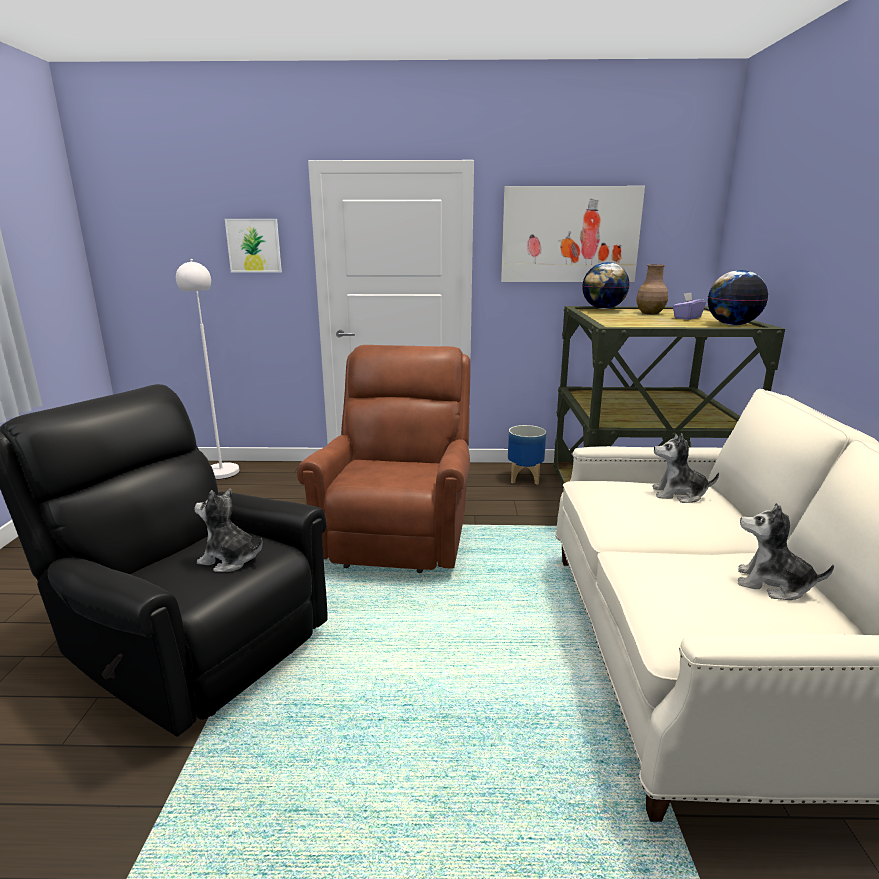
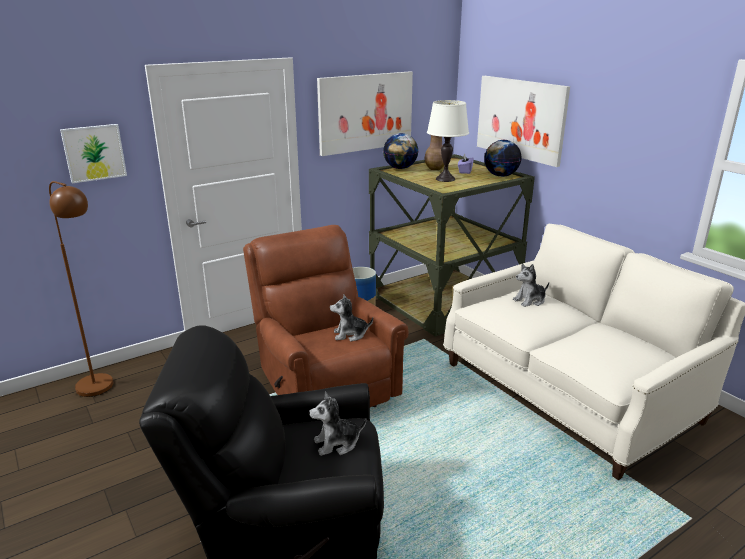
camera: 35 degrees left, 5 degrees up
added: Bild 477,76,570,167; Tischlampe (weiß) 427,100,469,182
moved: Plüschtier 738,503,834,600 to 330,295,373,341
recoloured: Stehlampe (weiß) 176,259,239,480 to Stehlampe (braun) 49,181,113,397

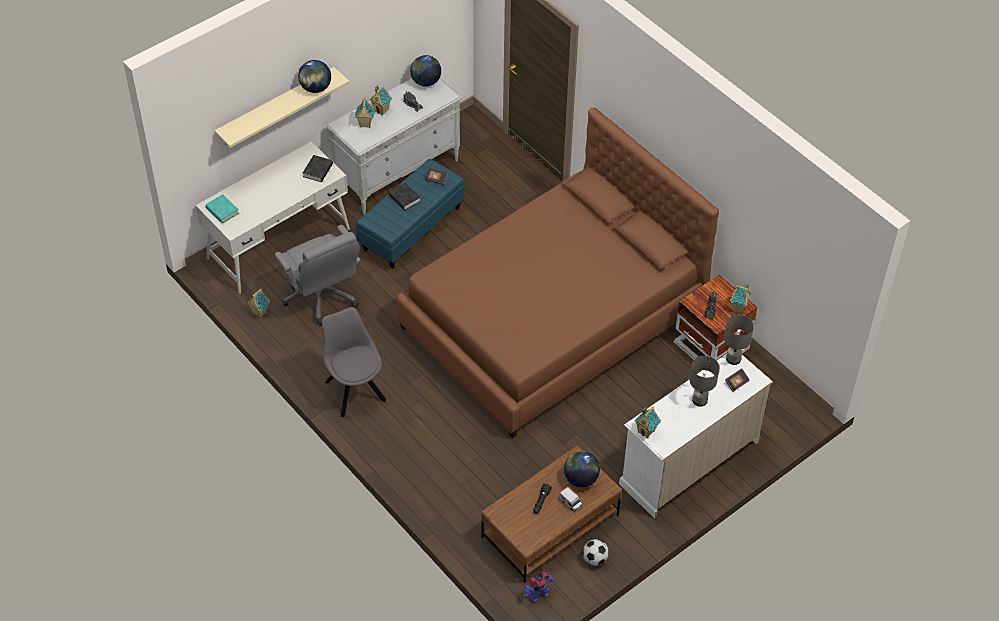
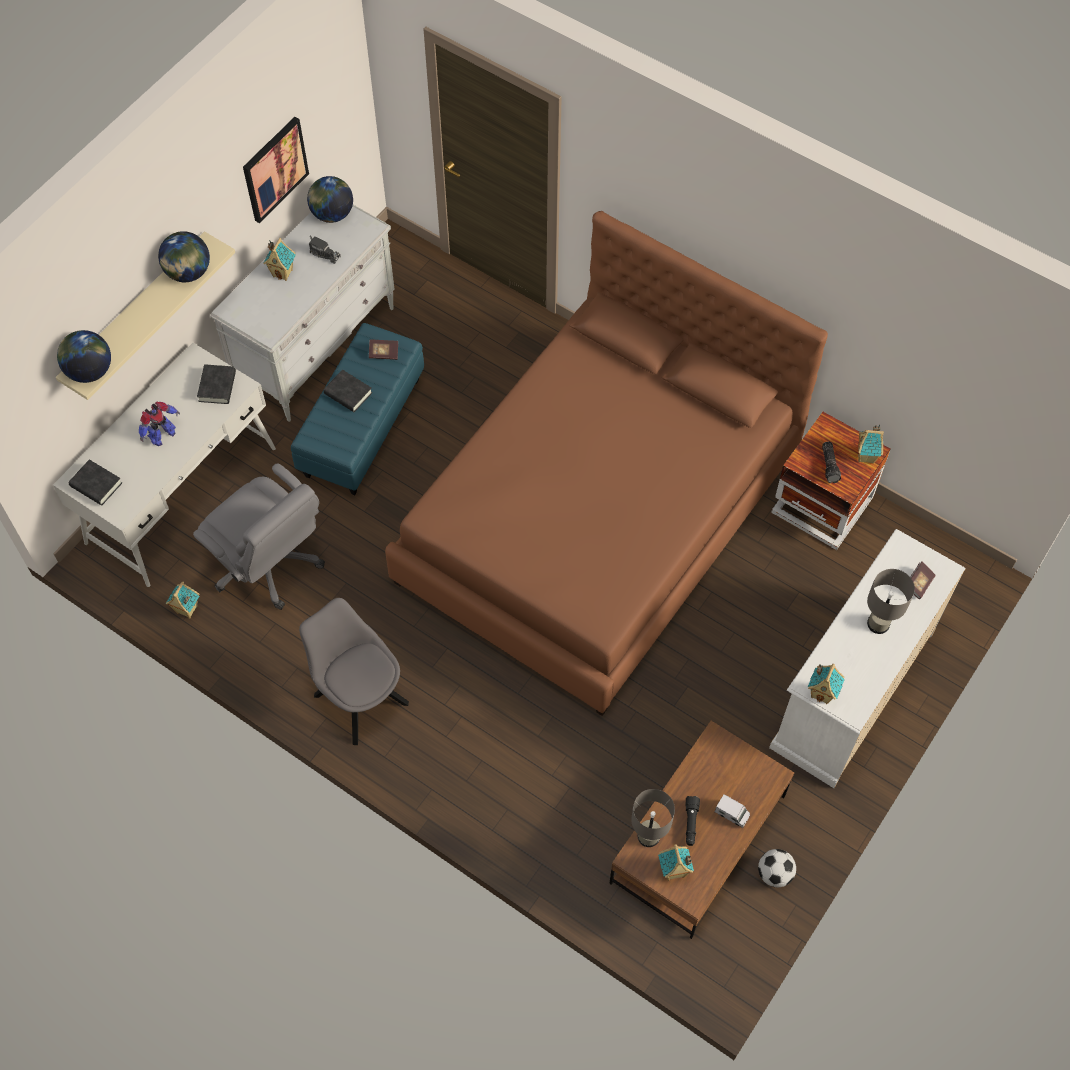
camera: 15 degrees left, 10 degrees up
added: Bild 243,117,309,223
moved: Spielzeughaus 355,98,375,128 to 658,844,694,881; Tischlampe (grau) 724,314,754,365 to 631,789,675,847; Globus 564,451,600,487 to 57,330,111,383; Spielzeugroboter 524,571,556,603 to 139,401,180,446
recoloured: Buch (türkis) 205,194,239,223 to Buch (schwarz) 69,459,122,505

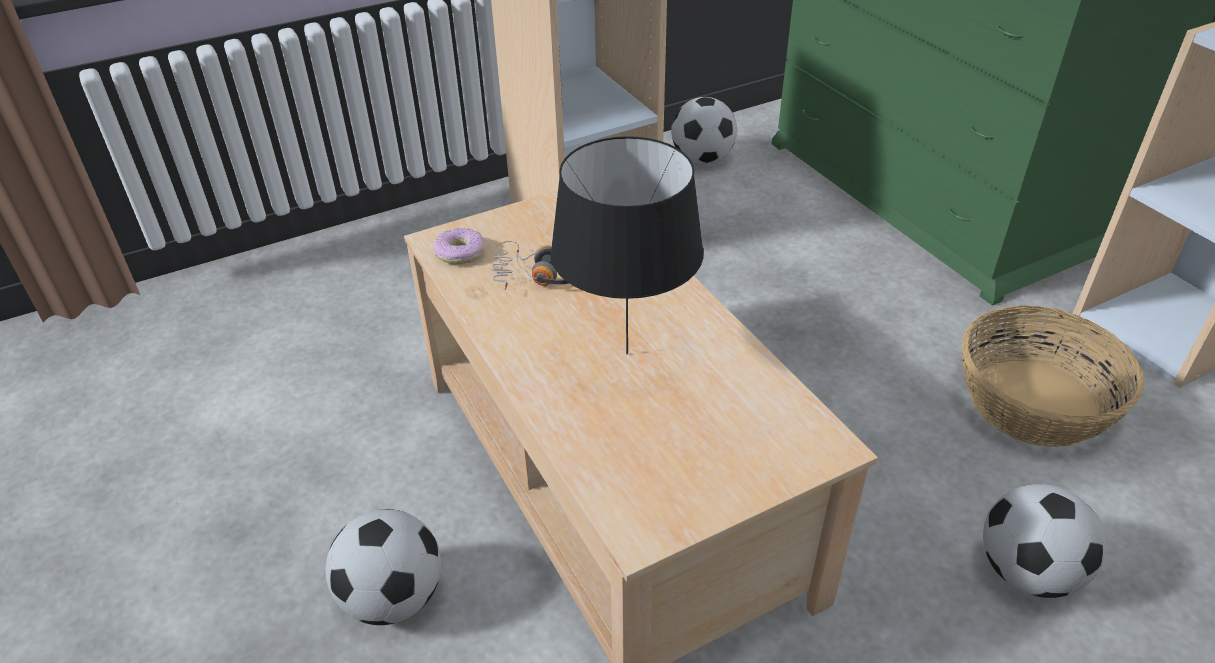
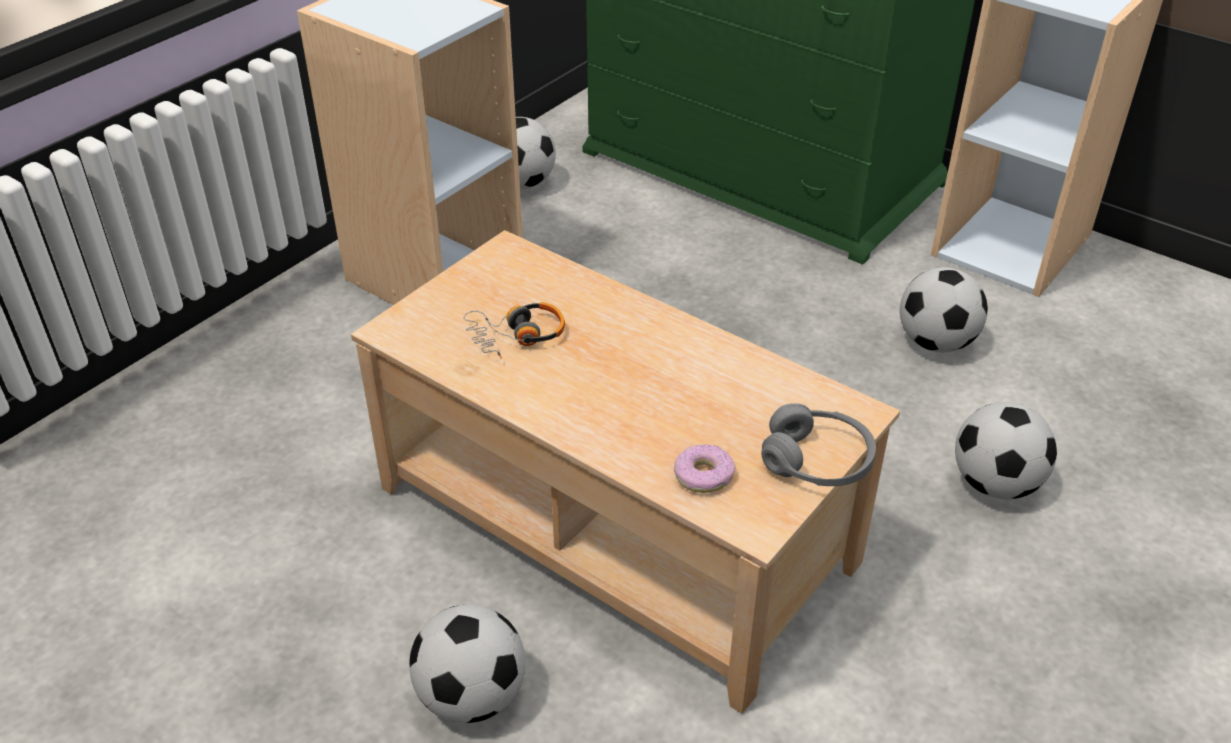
camera: 25 degrees left, 0 degrees up
removed: Tischlampe (schwarz) 550,136,704,354
added: Kopfhörer (grau) 761,404,876,486
moved: Donut 433,228,485,264 to 674,444,736,493
replaced: Korb 962,305,1144,447 to Fußball 900,267,988,352

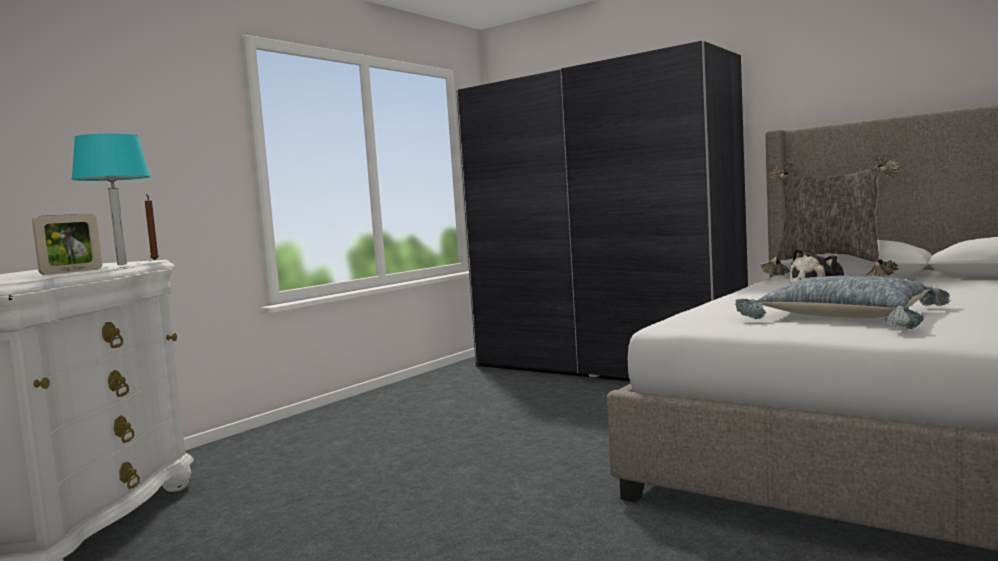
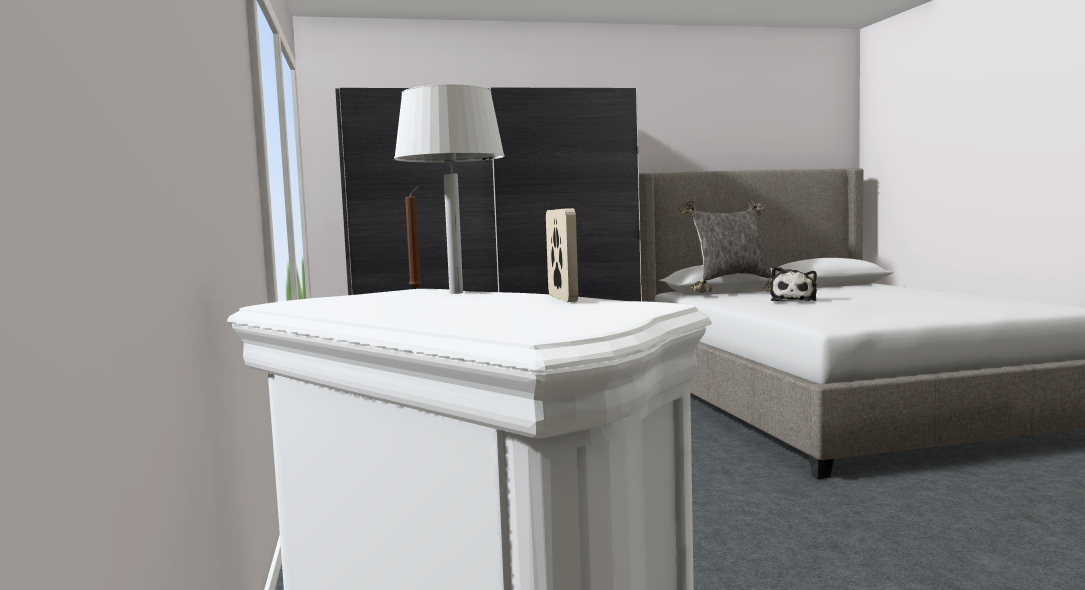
camera: 50 degrees left, 0 degrees up
removed: Kissen 735,275,950,329
recoloured: Tischlampe (türkis) 71,134,151,265 to Tischlampe (weiß) 394,85,505,294

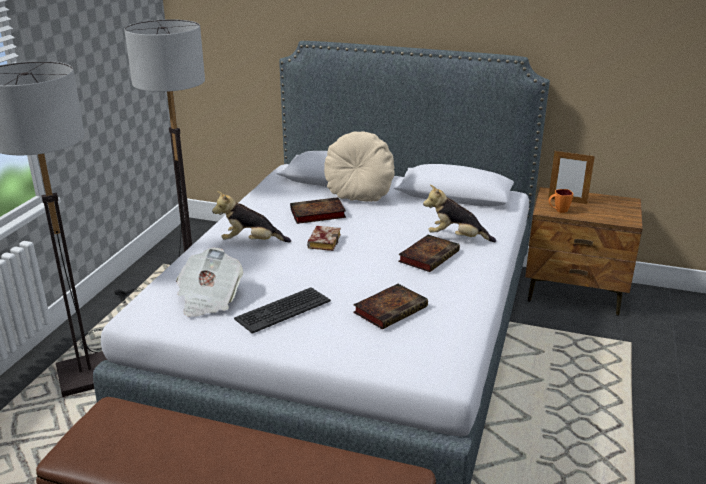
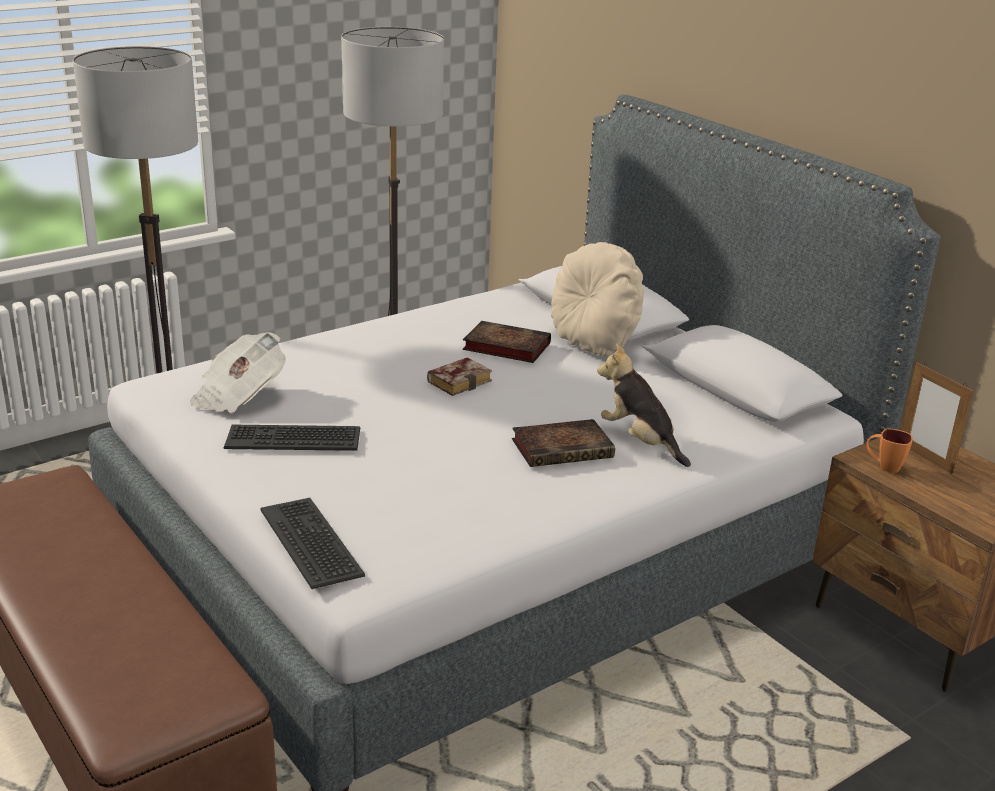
camera: 35 degrees right, 0 degrees up
removed: Plüschtier 212,191,291,242; Buch 353,284,428,330
added: Tastatur 260,498,365,589

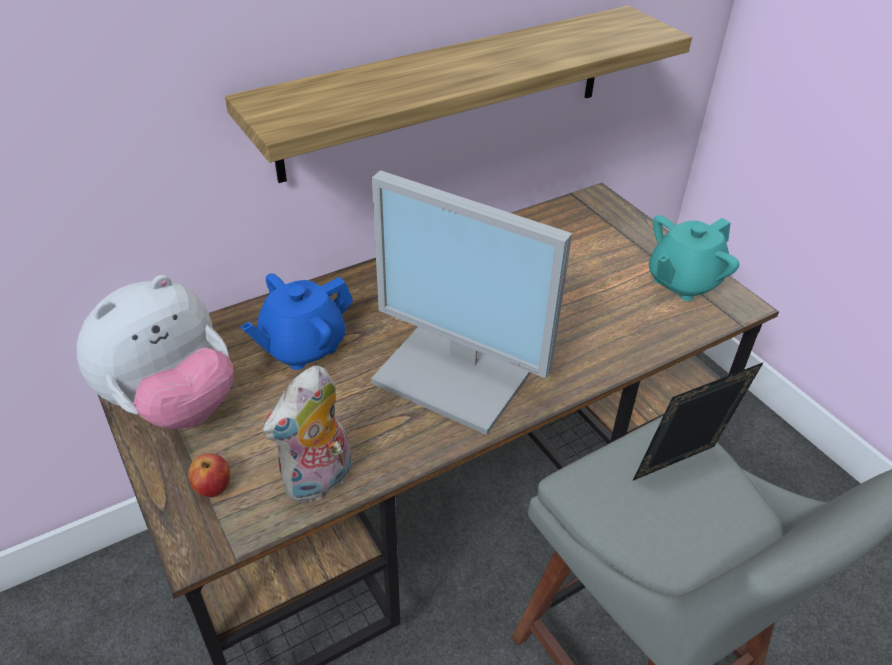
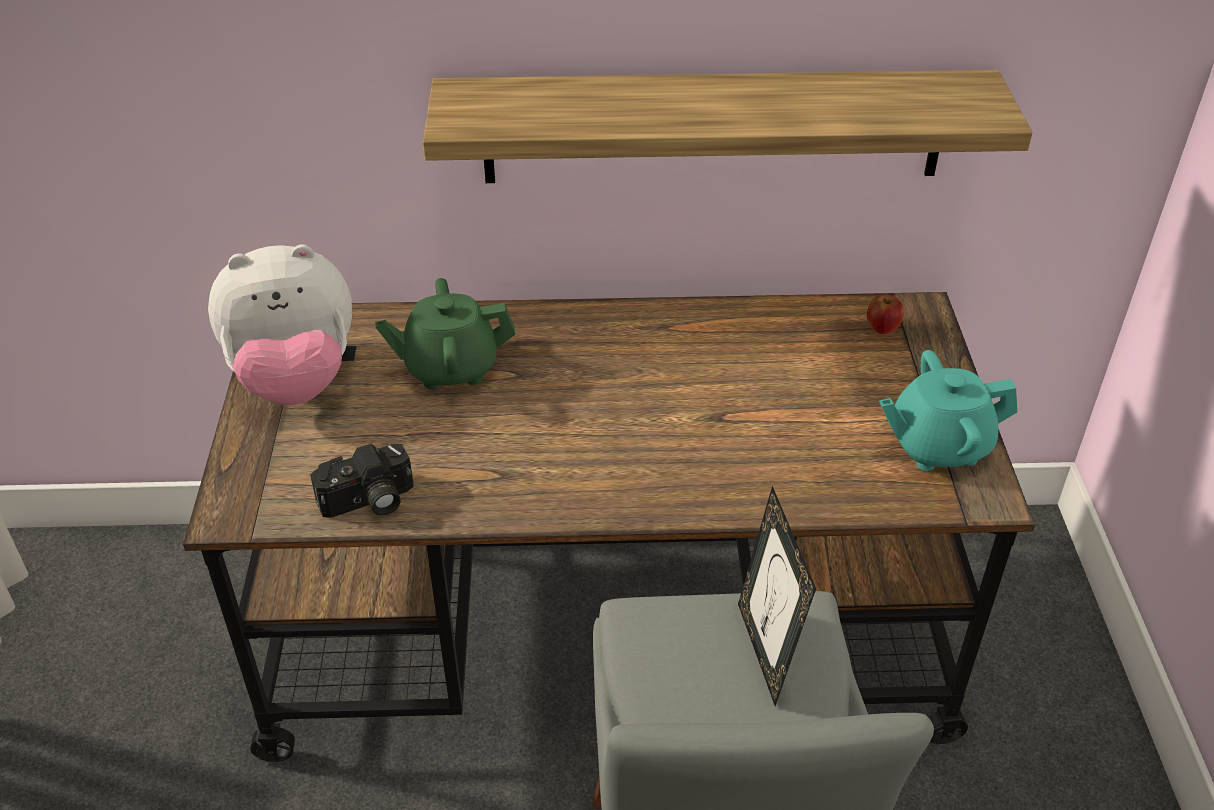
camera: 30 degrees right, 0 degrees up
removed: Monitor 371,170,572,435
moved: Apfel 188,453,230,497 to 867,294,904,334
replaced: Plüschtier 263,365,352,503 to Kamera 310,444,414,518
recoloured: Teekanne (blau) 240,273,353,370 to Teekanne (grün) 375,278,515,390
turned: Bilderrahmen 633,362,764,481 = 738,486,816,706 105 degrees counterclockwise

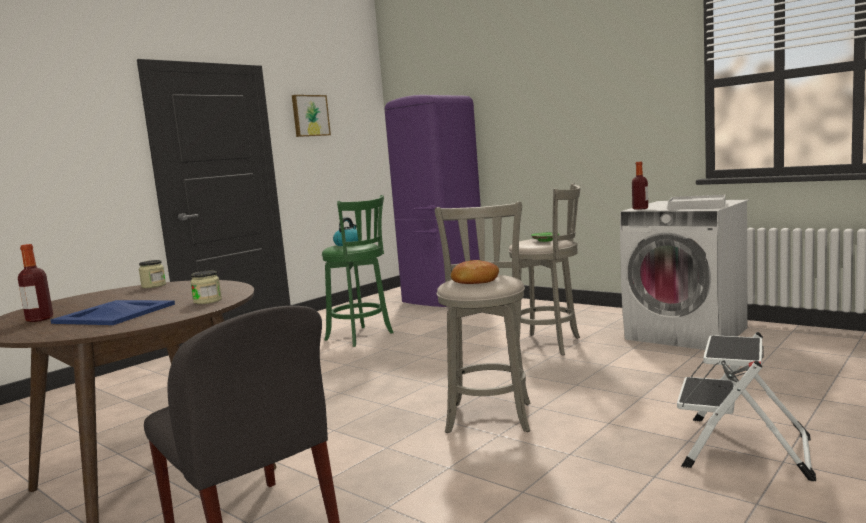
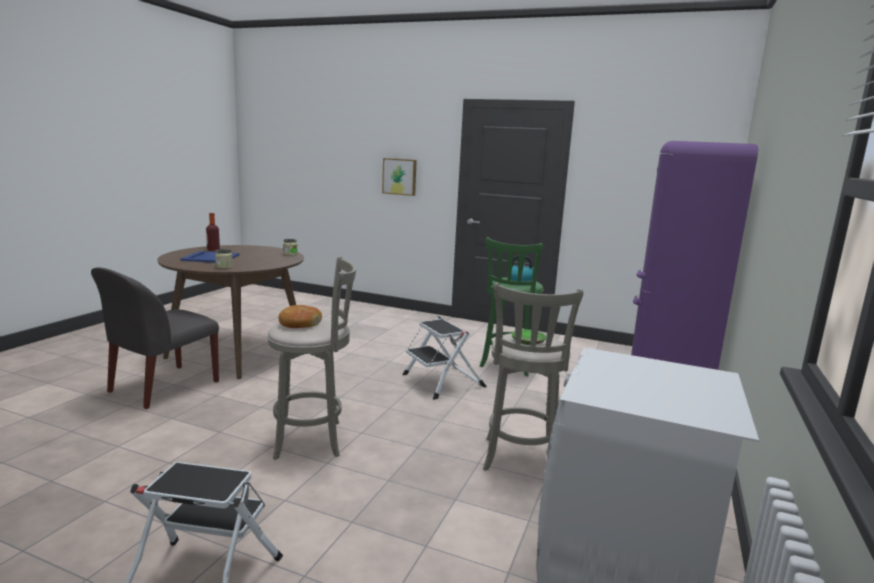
camera: 70 degrees right, 5 degrees up
removed: Flasche 632,162,648,210; Tablett (weiß) 668,195,725,210
added: Trittleiter 402,316,487,400
moved: Bild 292,95,331,137 to 382,158,417,196

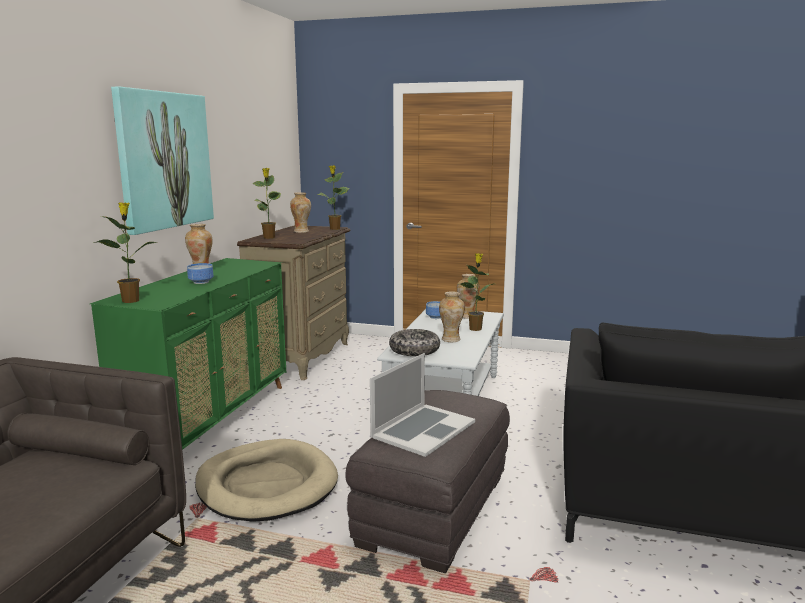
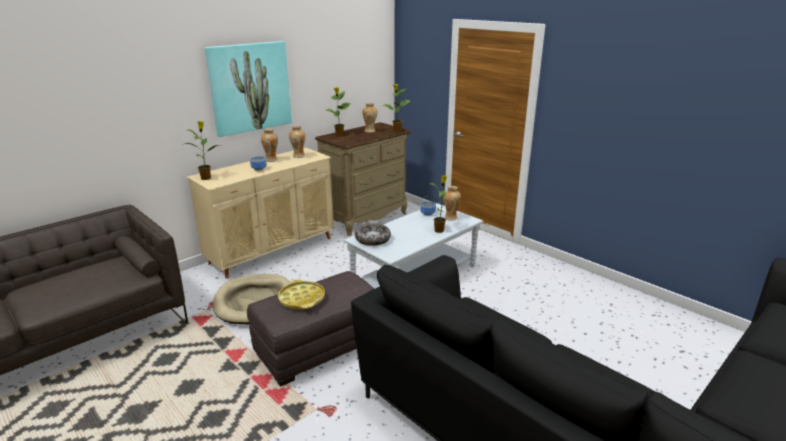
camera: 30 degrees right, 10 degrees up
moved: Vase 439,291,465,342 to 289,125,306,158
replaced: Laptop 370,353,475,457 to Tablett (gelb) 278,280,325,309
recoloured: Schrank (grün) 90,258,286,450 to Schrank (beige) 187,148,334,279

